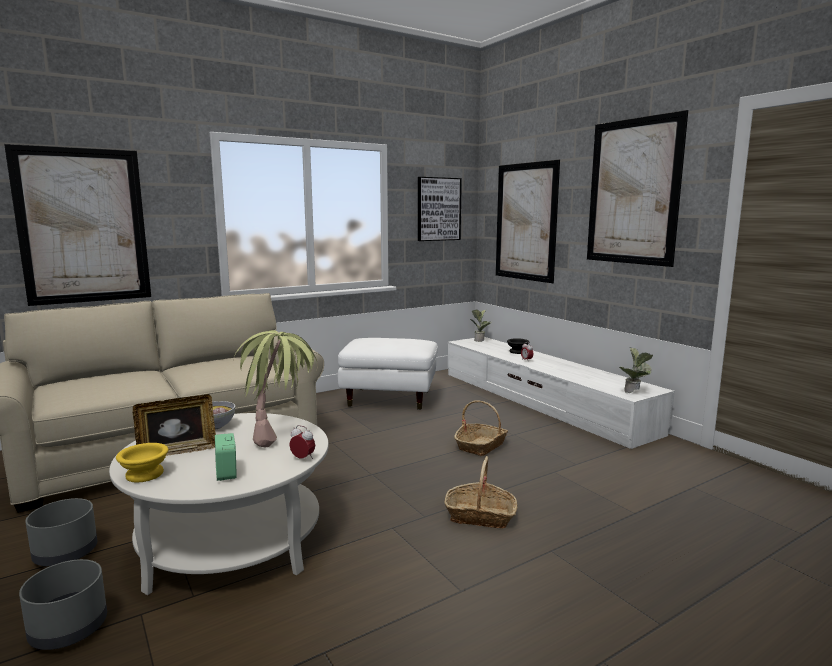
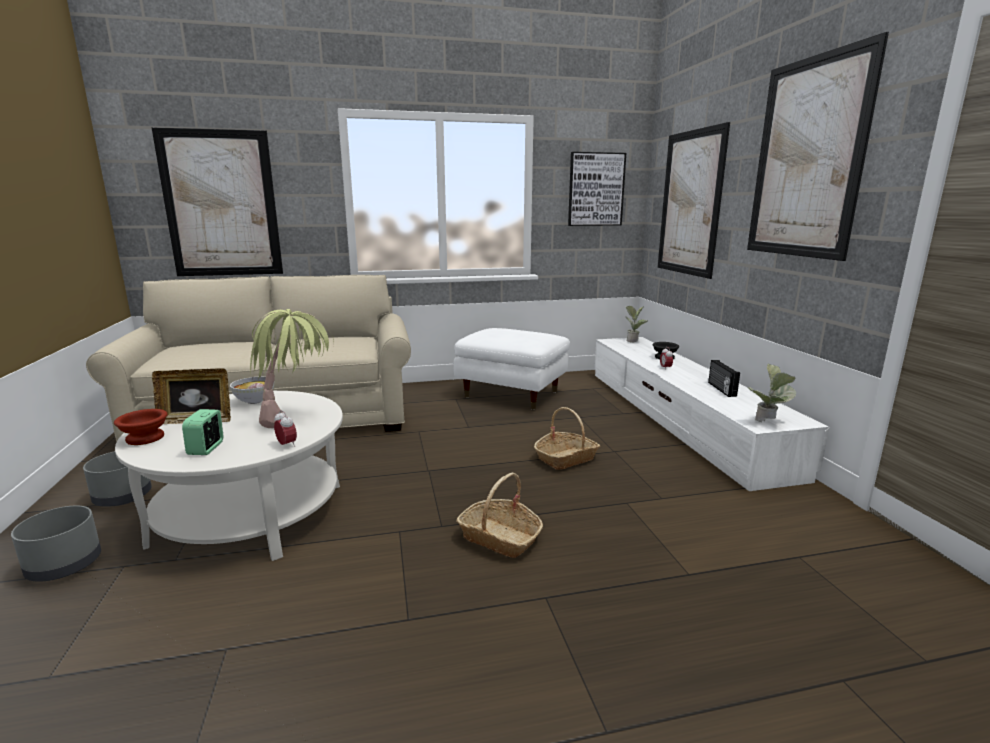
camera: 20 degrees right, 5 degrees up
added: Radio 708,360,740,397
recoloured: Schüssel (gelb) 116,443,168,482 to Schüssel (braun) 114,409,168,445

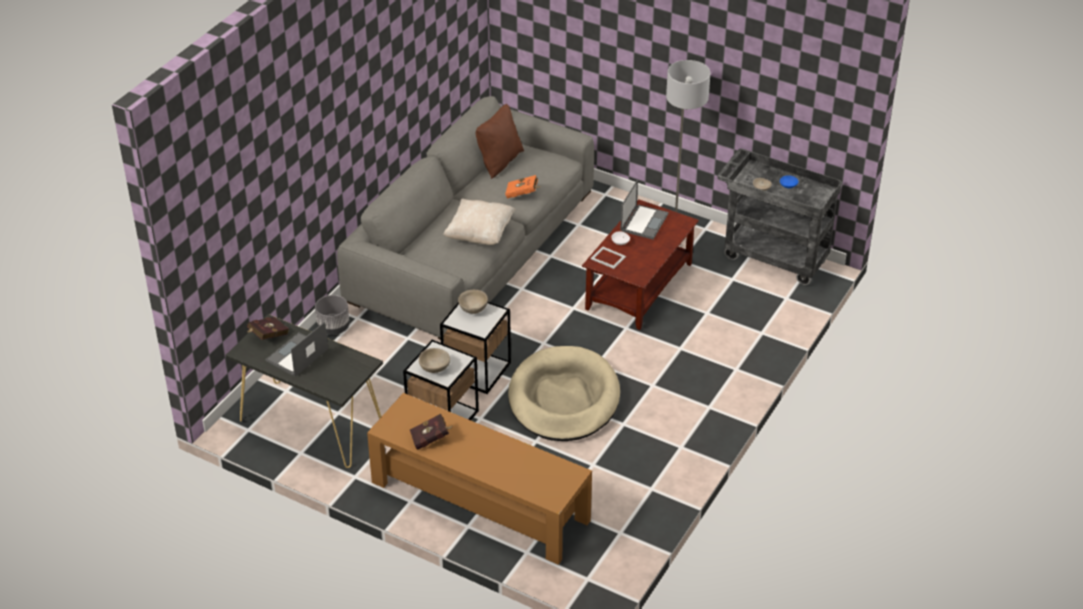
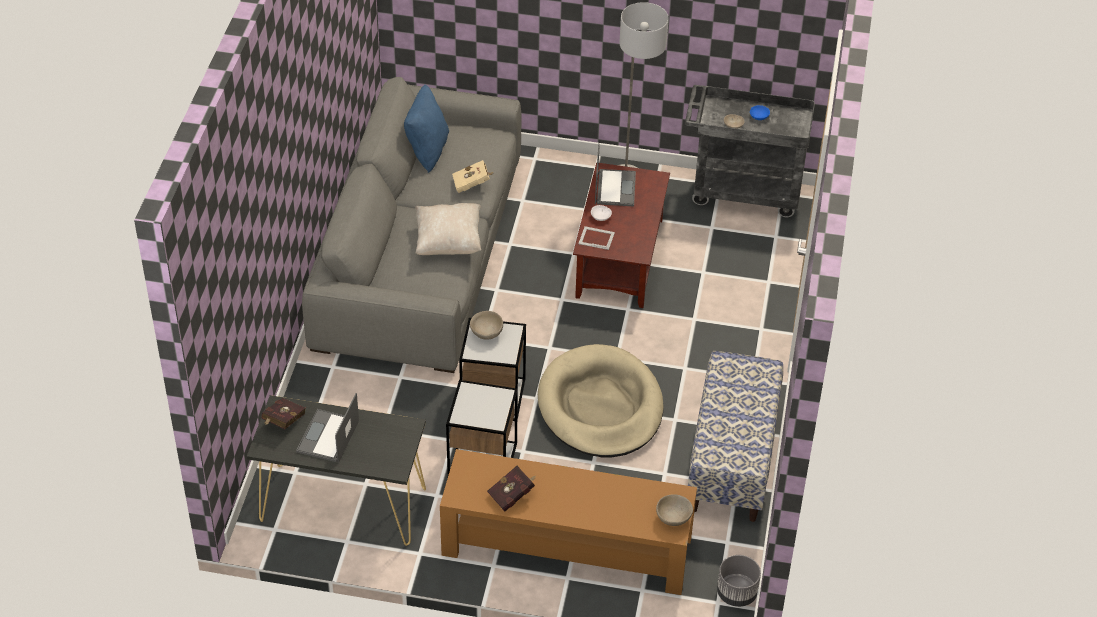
camera: 20 degrees left, 5 degrees up
added: Bank 688,351,783,522
moved: Pflanzkübel (grau) 315,295,350,335 to 717,555,761,607; Schüssel (beige) 419,348,450,373 to 656,494,693,526
recoloured: Kissen (braun) 476,104,524,179 to Kissen (blau) 404,85,449,173; Buch (orange) 505,175,541,199 to Buch (beige) 452,160,494,193

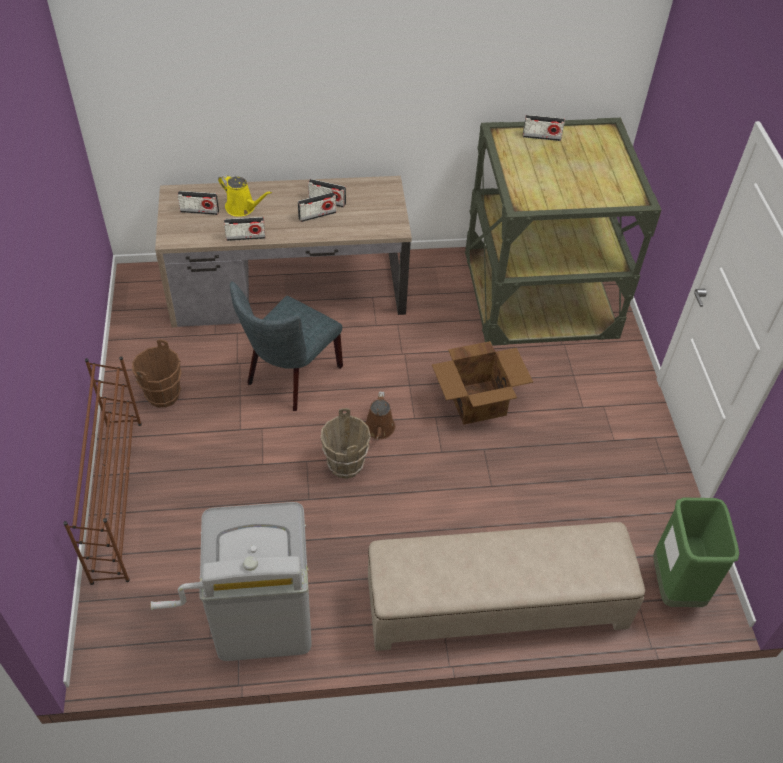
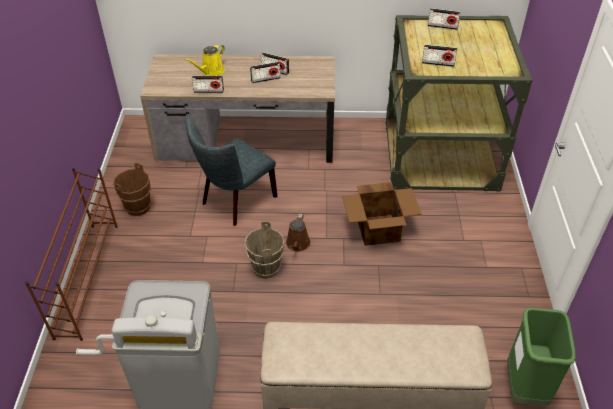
camera: 10 degrees right, 5 degrees down
moved: Radio 177,191,219,215 to 422,44,457,67
turned: Gießkanne (gelb) 218,174,272,217 = 185,44,225,76 90 degrees clockwise

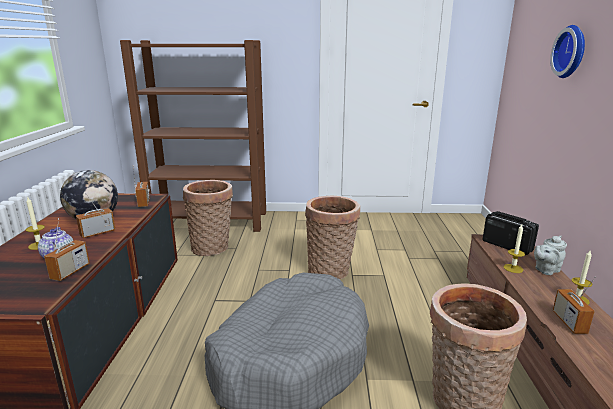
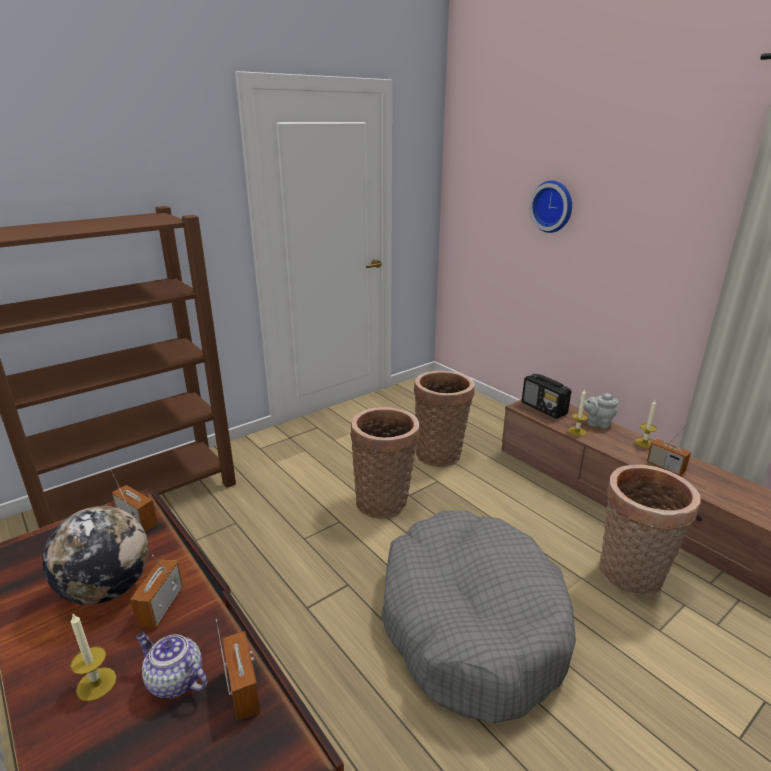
camera: 40 degrees left, 5 degrees up
moved: Korb 183,180,233,256 to 414,371,475,467
turned: Radio 483,211,539,255 = 522,374,571,419 135 degrees counterclockwise; Teekanne (grau) 534,236,567,275 = 579,393,618,429 90 degrees clockwise

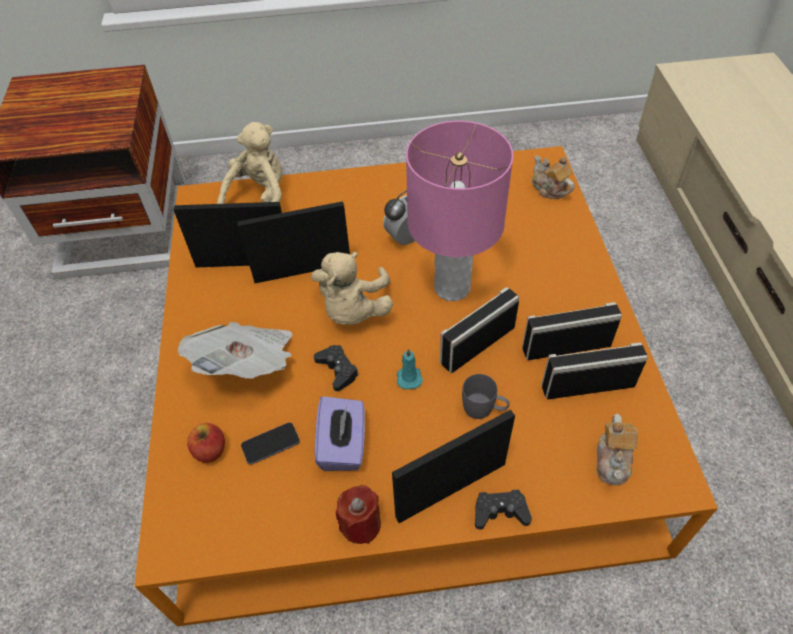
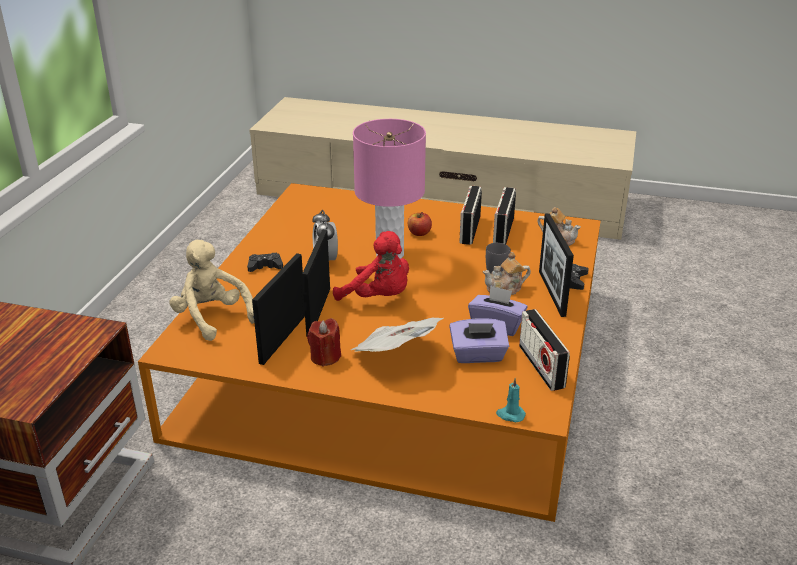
camera: 70 degrees left, 20 degrees down
moved: Teekanne 532,156,574,199 to 483,252,531,295; Radio 440,287,519,373 to 519,309,570,391; Gamepad (schwarz) 314,345,359,391 to 247,253,283,272; Kerze (türkis) 397,348,423,390 to 496,378,526,422; Apfel 187,423,225,463 to 408,212,432,236; Kerze (rot) 336,485,381,544 to 307,318,341,367
replaced: Handy 241,422,300,465 to Taschentuchbox (lila) 449,318,509,363
recoloured: Plüschtier (beige) 311,252,393,325 to Plüschtier (rot) 333,231,409,301

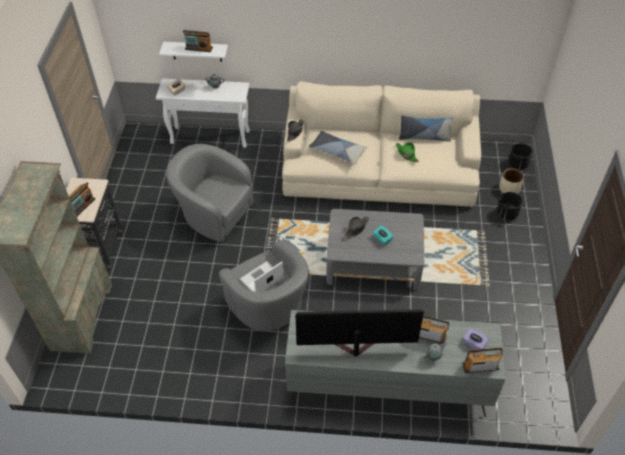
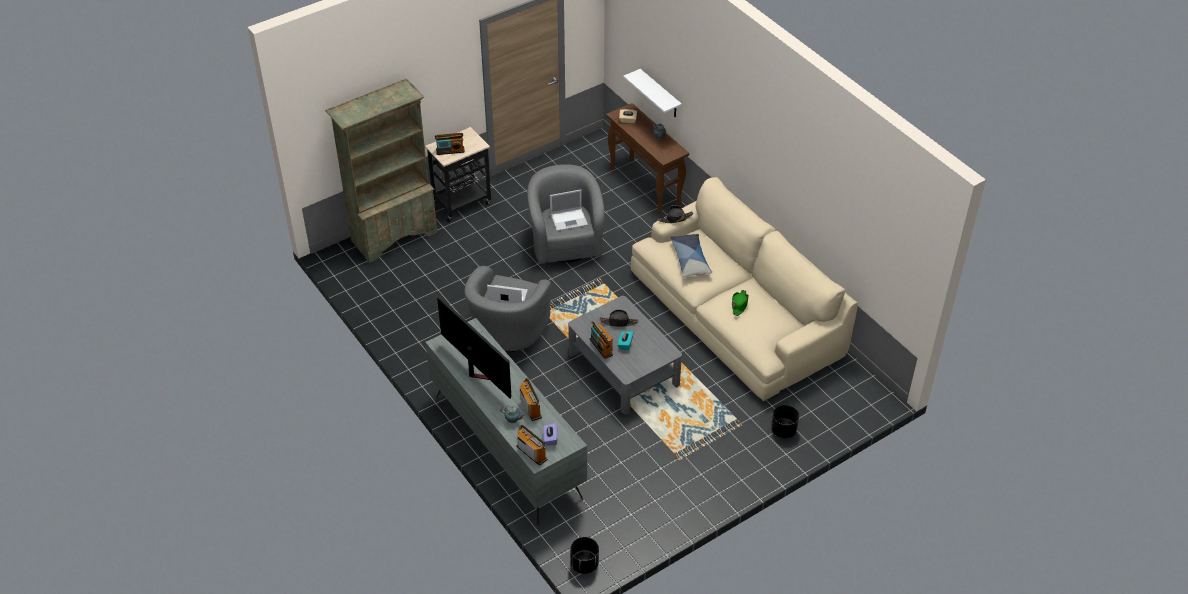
camera: 50 degrees right, 5 degrees down
removed: Kissen 399,115,453,142; Pflanzkübel (beige) 499,168,524,194
added: Laptop 550,190,588,231
moved: Radio 183,30,213,52 to 589,321,613,359; Pflanzkübel (schwarz) 508,143,533,170 to 570,537,599,574
recoloured: Konsolentisch (weiß) 156,78,250,148 to Konsolentisch (braun) 606,103,689,214

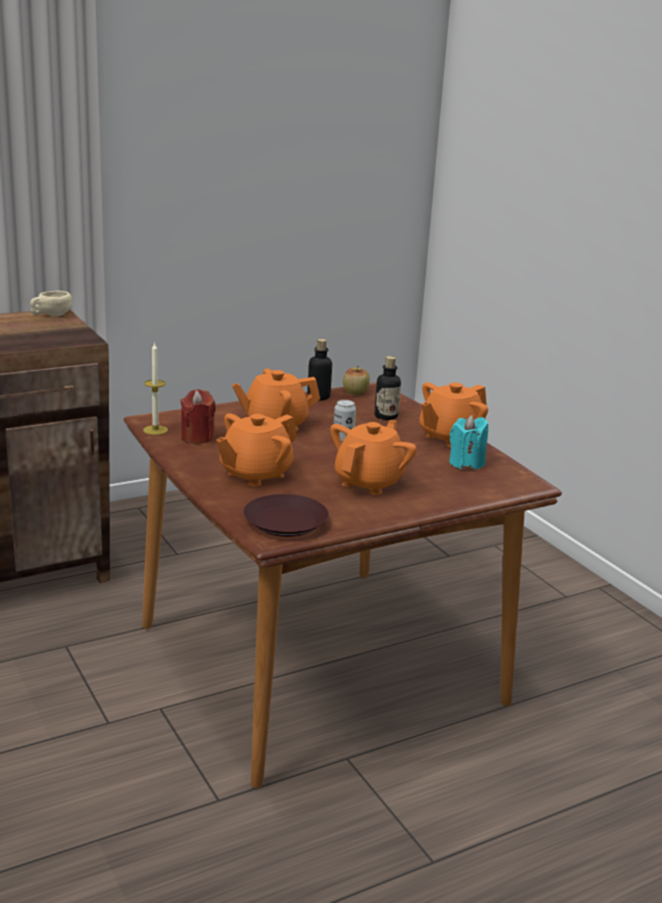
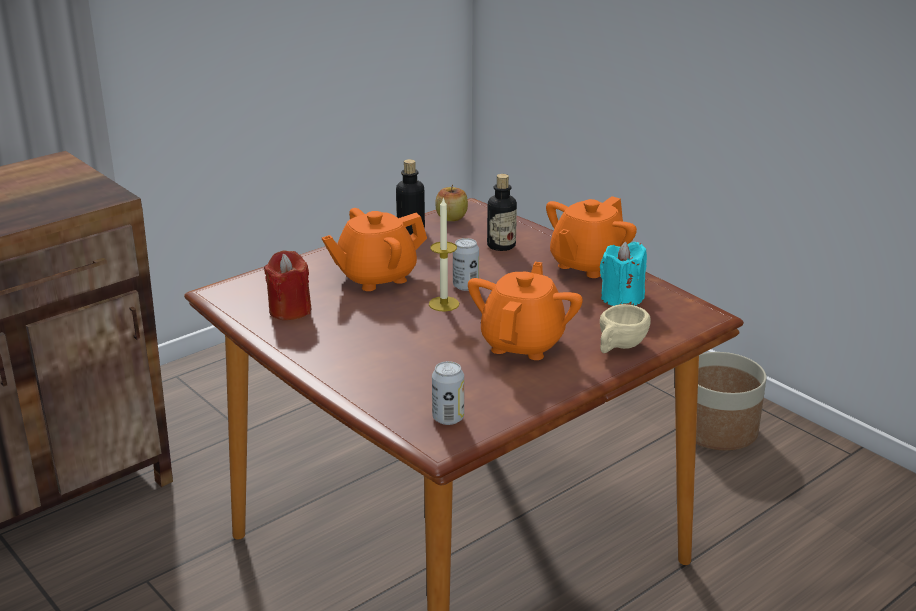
camera: 10 degrees left, 5 degrees up
removed: Teekanne (orange) 216,413,297,487
added: Pflanzkübel 696,352,767,451
moved: Tasse (beige) 30,291,72,316 to 600,304,651,353; Kerze 143,342,168,435 to 429,197,459,311
replaced: Teller (braun) 244,494,329,537 to Dose 432,361,464,425

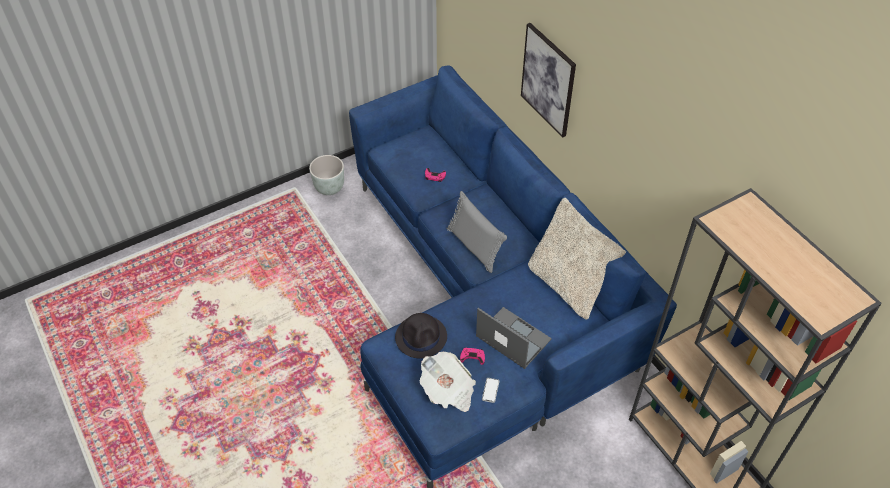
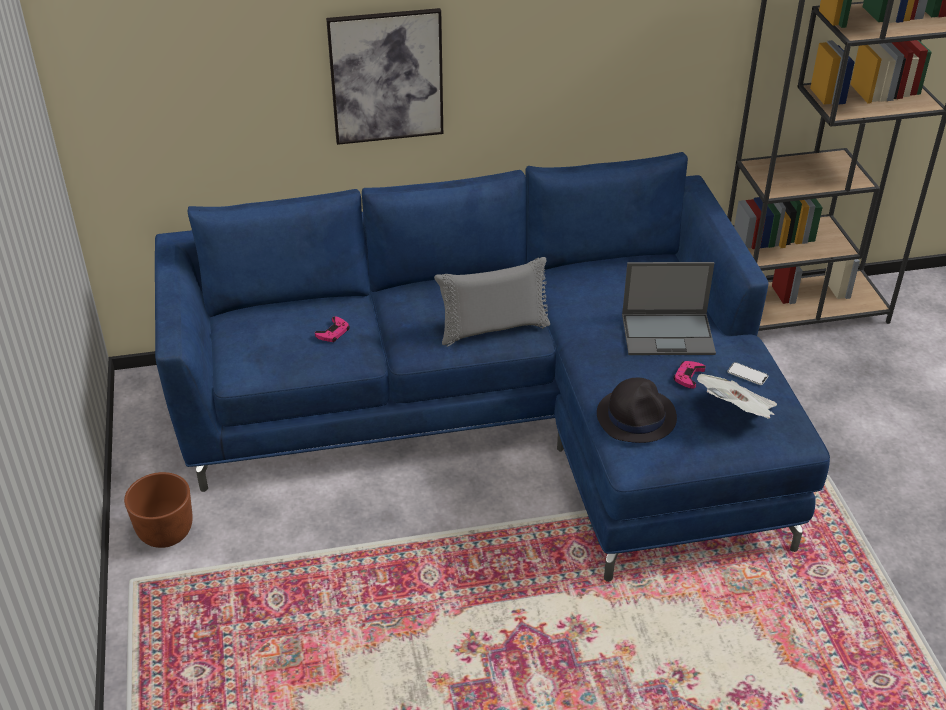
camera: 70 degrees left, 10 degrees down
removed: Kissen (beige) 528,197,626,319
recoloured: Pflanzkübel (grau) 309,155,344,195 to Pflanzkübel (braun) 124,472,193,548
turned: Laptop 476,307,552,369 = 622,262,716,355 150 degrees counterclockwise

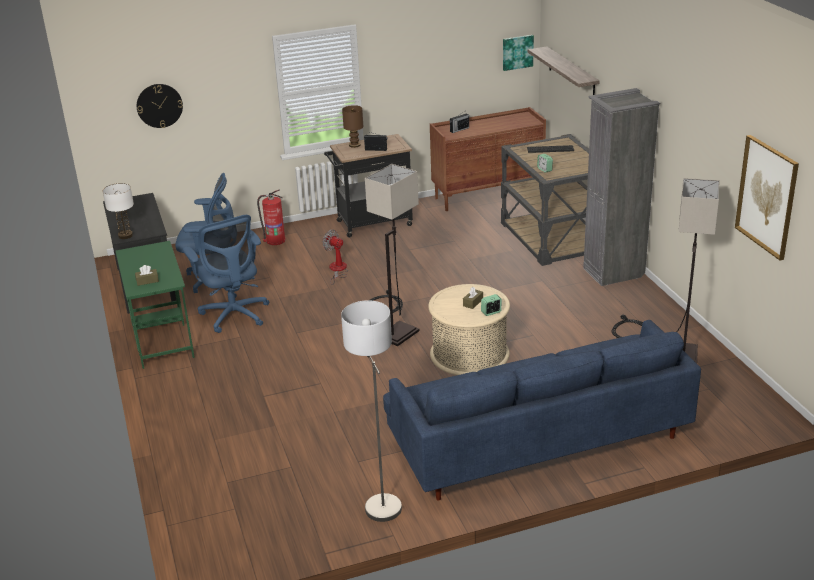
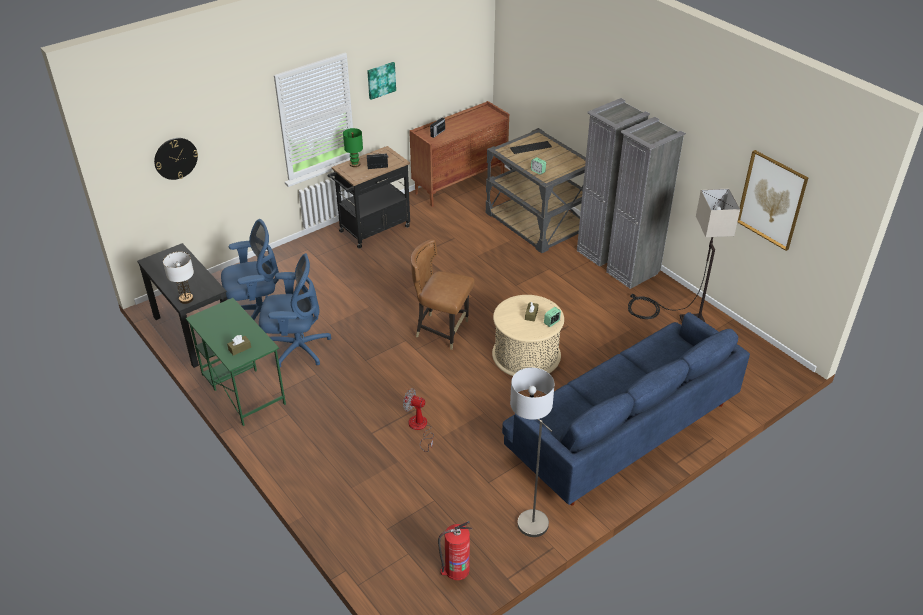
camera: 20 degrees left, 10 degrees up
removed: Wandregal 528,46,599,95
added: Schrank (grau) 606,117,686,289
moved: Bild 503,35,534,71 to 367,62,396,100; Feuerlöscher 257,190,286,245 to 438,521,472,580; Ventilator 323,230,347,285 to 403,388,434,452
replaced: Stehlampe 365,164,419,346 to Stuhl (braun) 411,239,475,350
recoloured: Tischlampe (braun) 342,105,363,148 to Tischlampe (grün) 343,128,363,167
turned: Bürostuhl (blau) 183,215,269,333 = 259,253,331,367 45 degrees counterclockwise

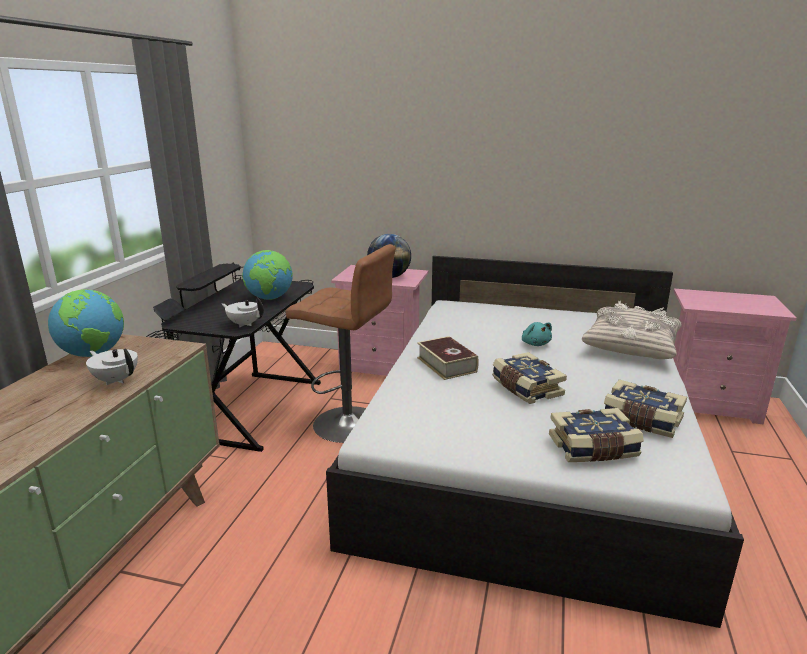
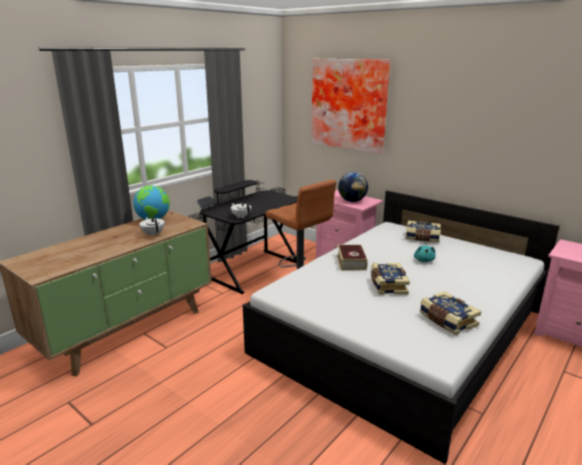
camera: 25 degrees right, 0 degrees up
removed: Globus 242,250,293,300; Kissen (beige) 582,301,682,359
added: Bild 311,59,390,154
moved: Buch 549,408,644,462 to 405,221,441,243

